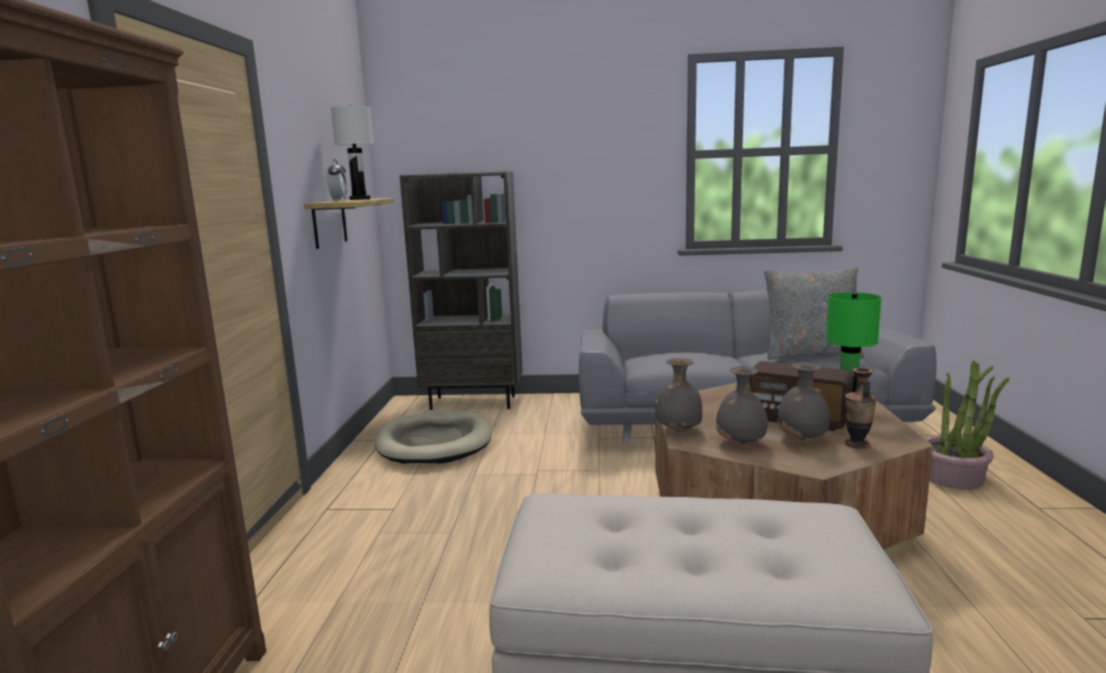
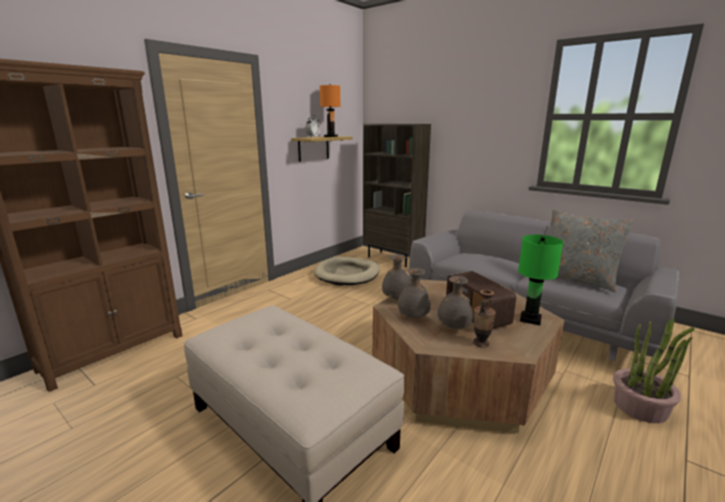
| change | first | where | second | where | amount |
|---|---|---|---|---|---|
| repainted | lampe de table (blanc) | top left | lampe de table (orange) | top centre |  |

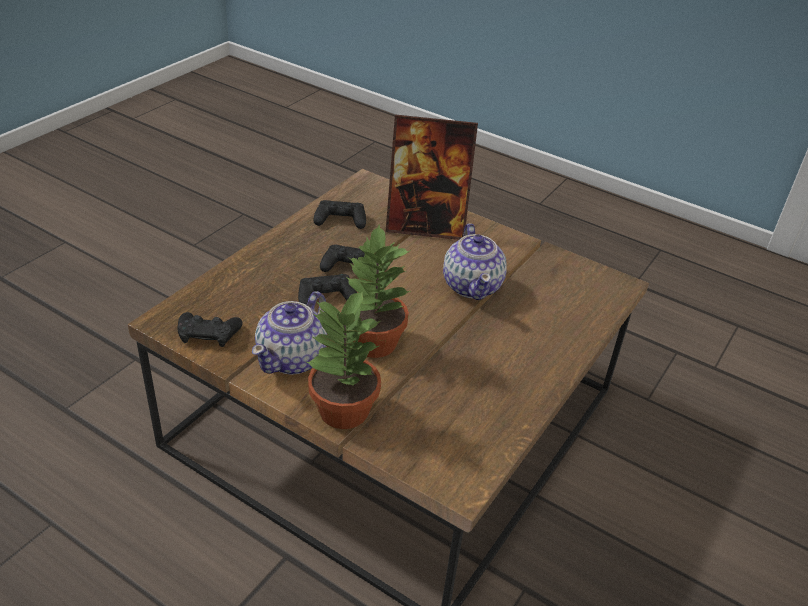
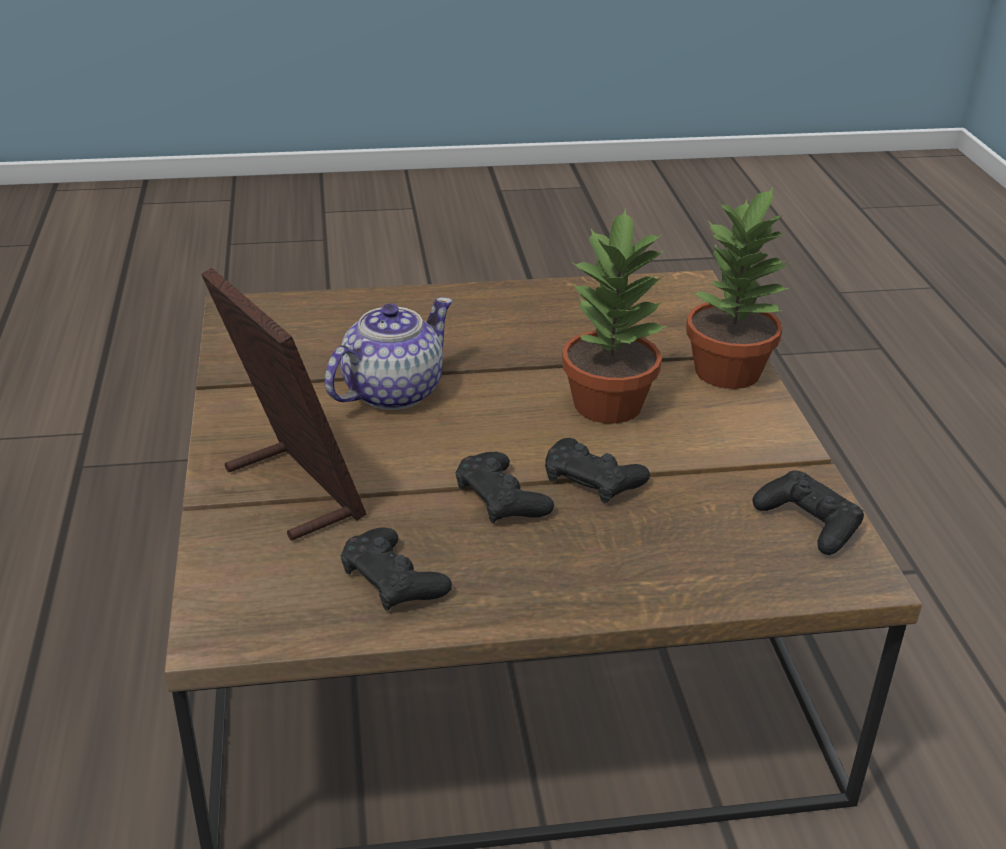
| change | first | where | second | where | amount |
|---|---|---|---|---|---|
| gone | théière (no. 1 from left) | centre |  |  |  |

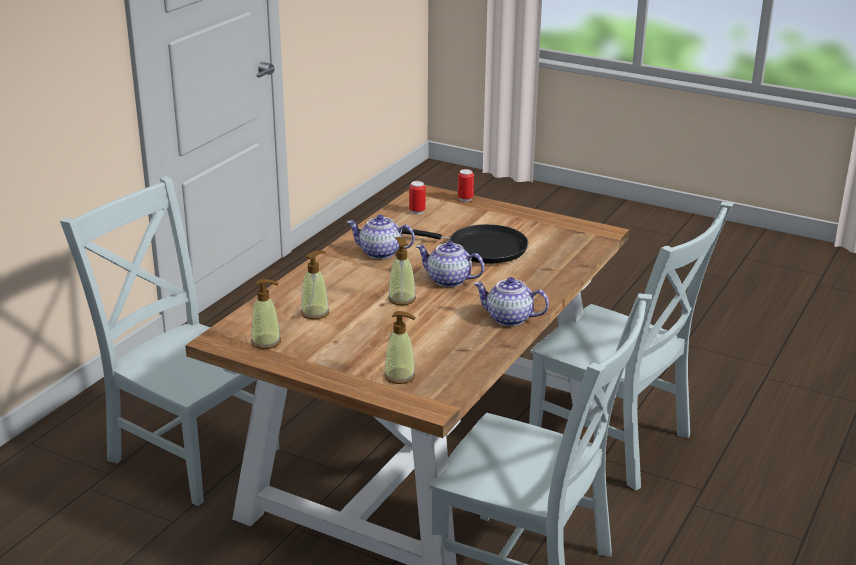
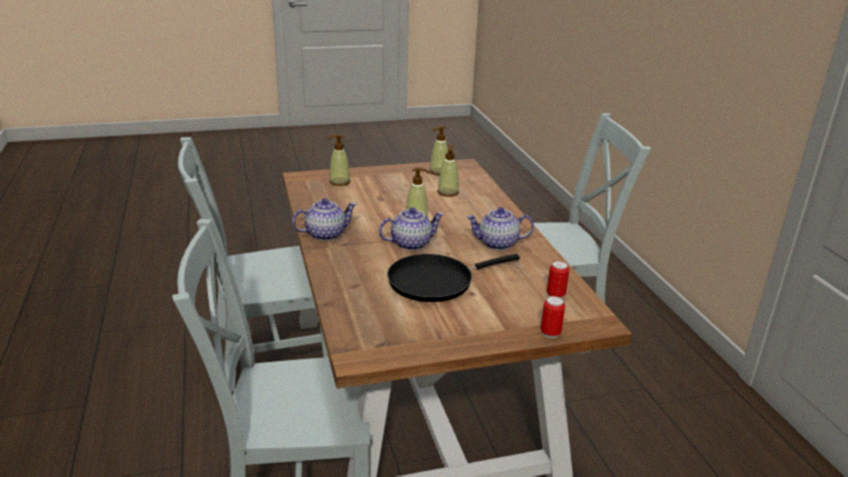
| change | first | where | second | where | amount |
|---|---|---|---|---|---|
| rotated | théière (no. 1 from left in the first image) | centre | théière (no. 3 from left) | centre | 150 degrees counterclockwise |

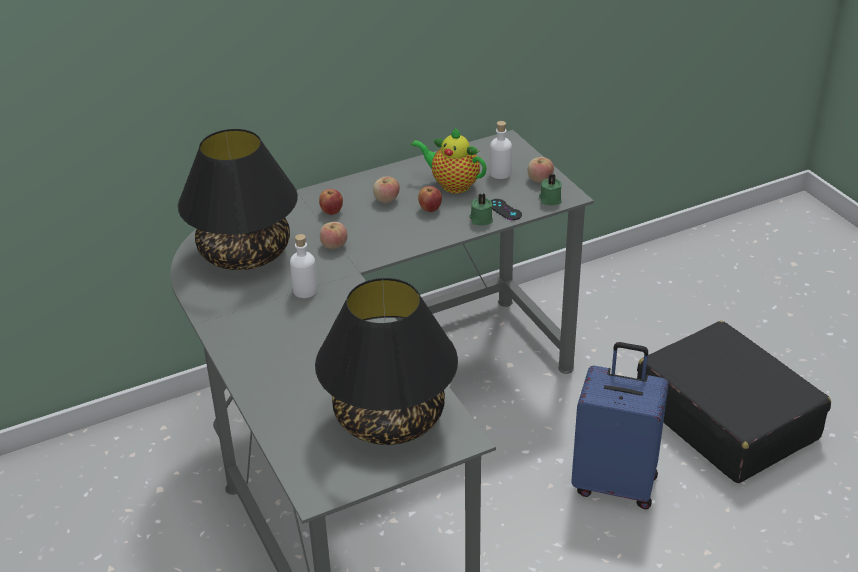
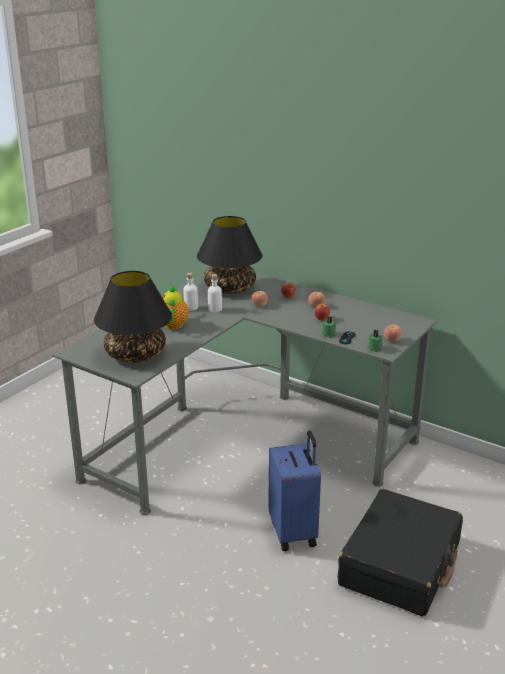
| change | first | where | second | where | amount |
|---|---|---|---|---|---|
| shifted | bouteille (blanc) (no. 2 from left in the first image) | top centre | bouteille (blanc) (no. 1 from left) | centre |  |
| shifted | théière | top centre |  | centre |  |

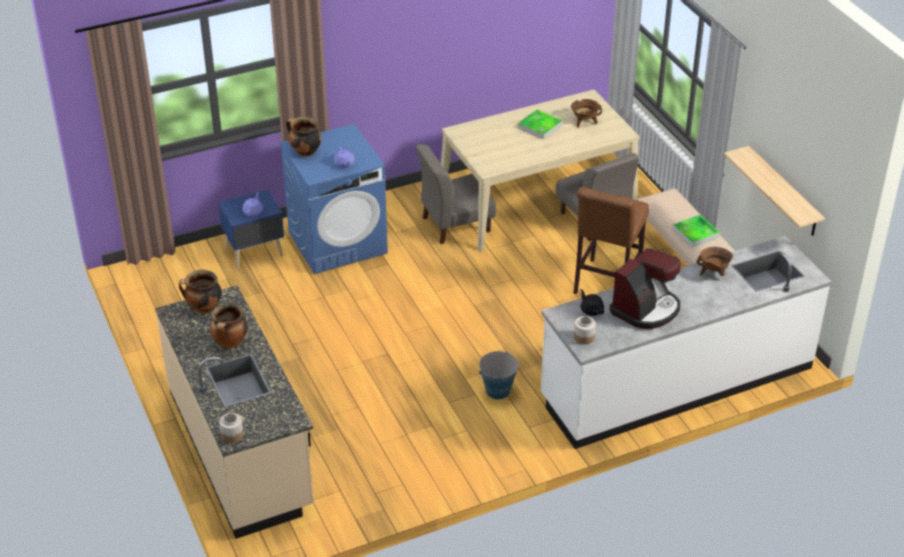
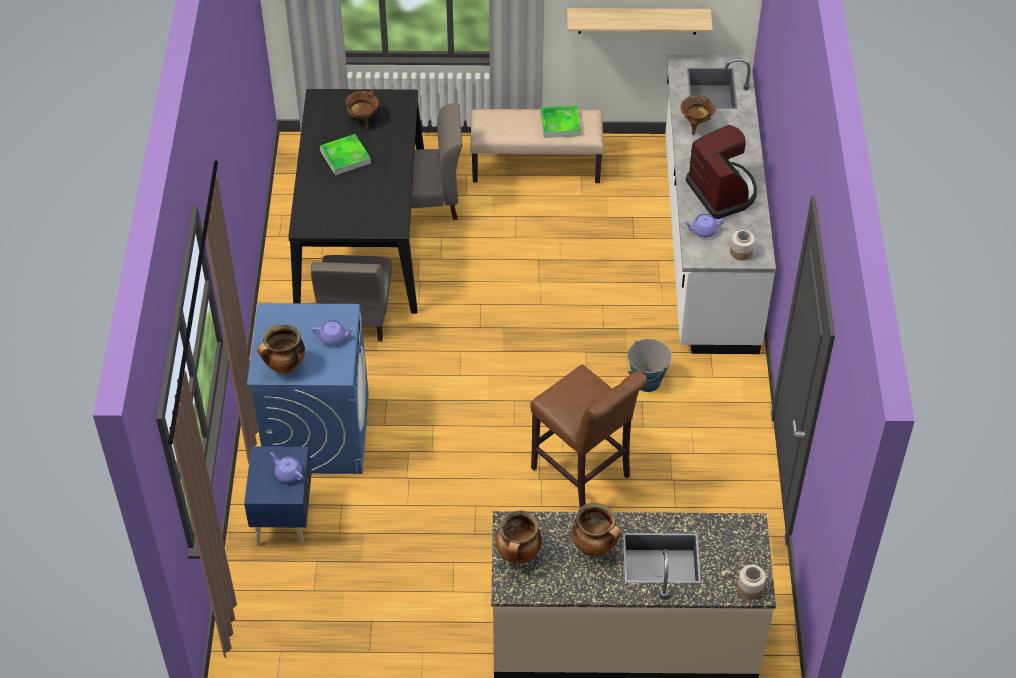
| change | first | where | second | where | amount |
|---|---|---|---|---|---|
| repainted | table à manger (beige) | top centre | table à manger (noir) | top centre |  |
| shifted | tabouret (marron) | middle right |  | centre |  |
| repainted | théière (noir) | centre | théière (violet) (no. 3 from left) | middle right |  |

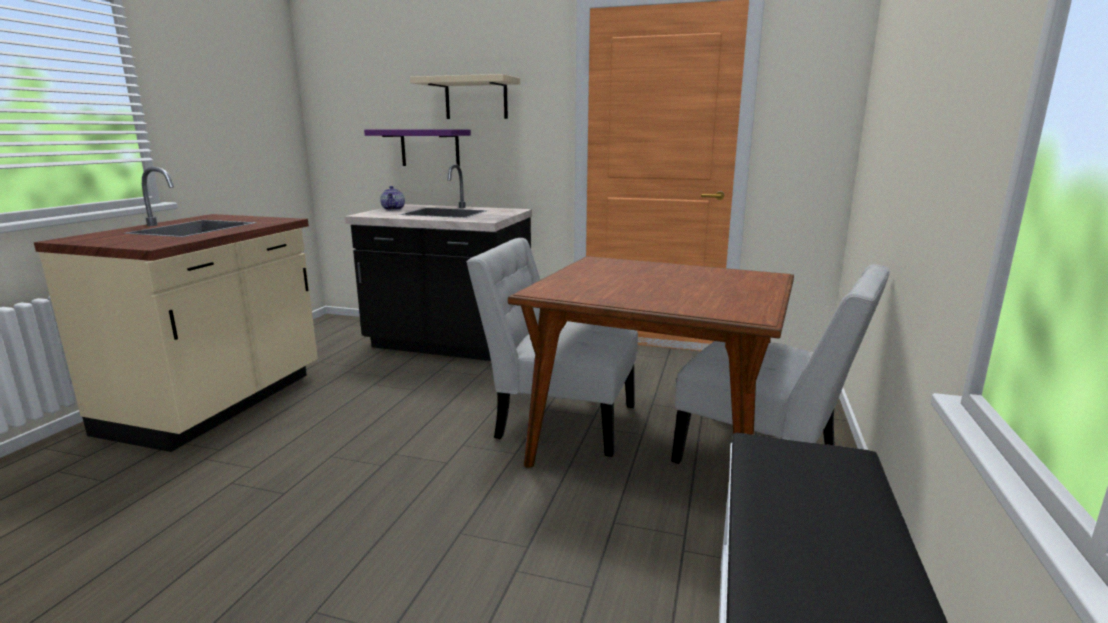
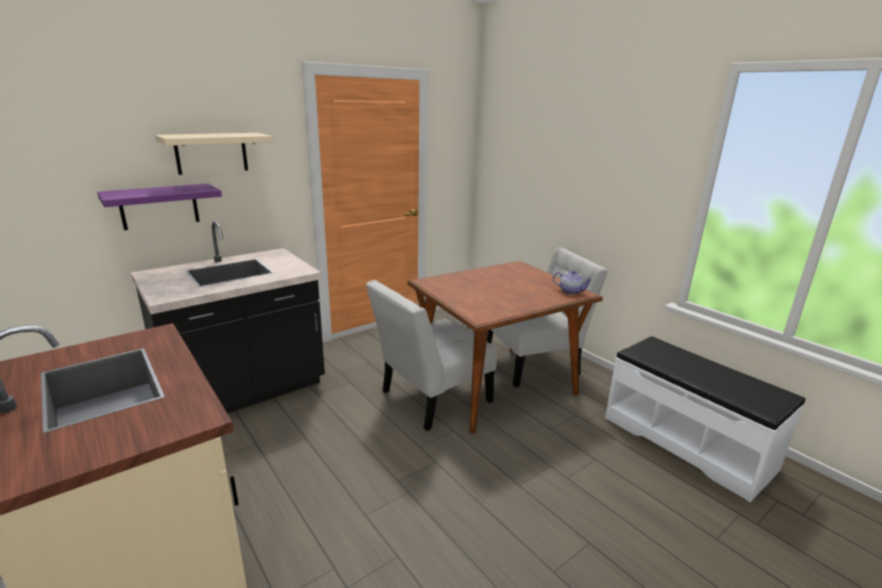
| change | first | where | second | where | amount |
|---|---|---|---|---|---|
| shifted | théière | top centre |  | centre |  |

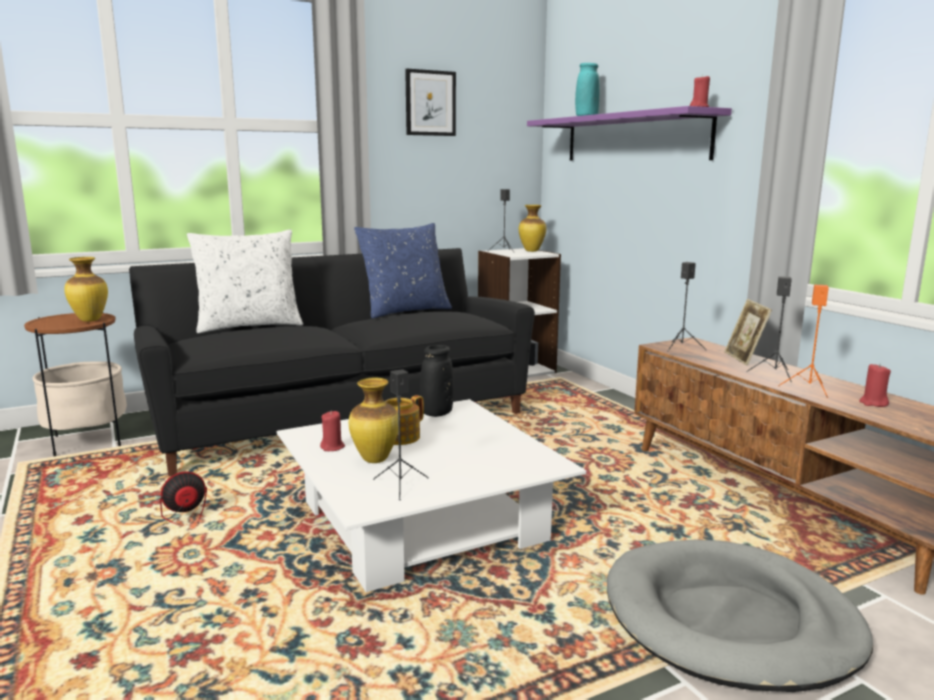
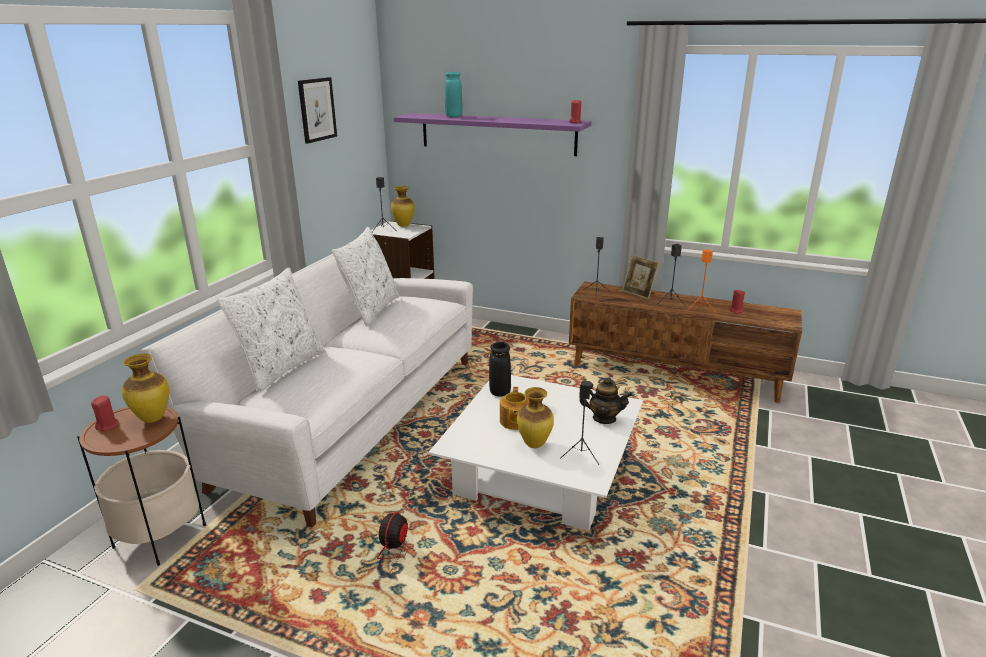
| change | first | where | second | where | amount |
|---|---|---|---|---|---|
| repainted | coussin (bleu) | centre | coussin (blanc) (no. 2 from left) | centre |  |
| repainted | canapé (noir) | centre | canapé (blanc) | middle left |  |
| shifted | bougie (rouge) (no. 1 from left) | centre |  | middle left |  |
| gone | panier pour chien (gris) | bottom right |  |  |  |
| new |  |  | théière (no. 2 from left) | centre |  |

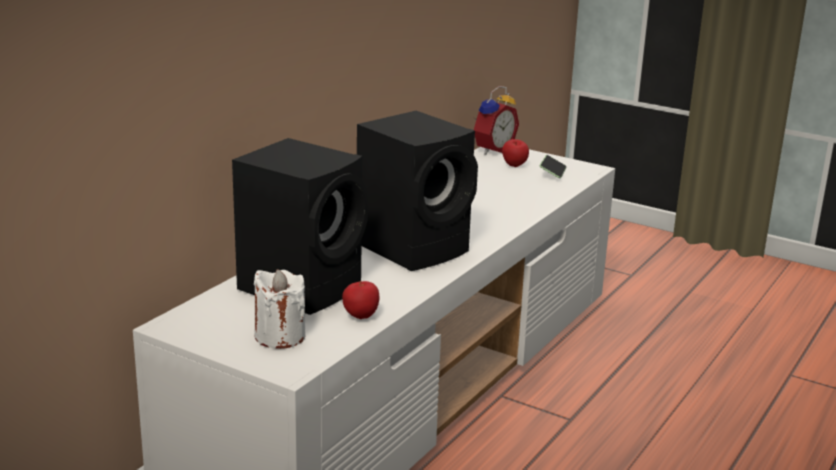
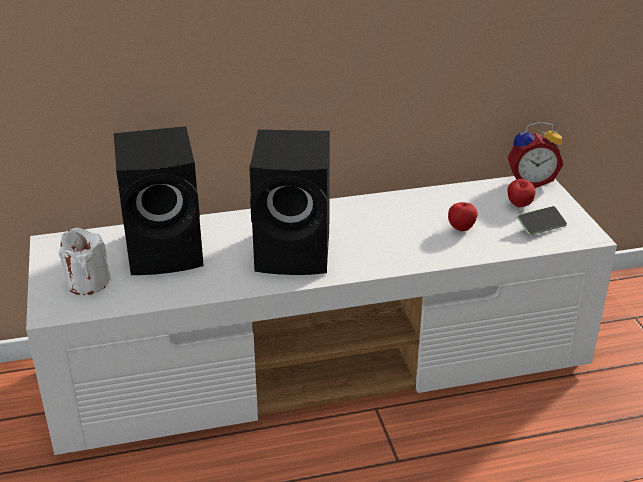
| change | first | where | second | where | amount |
|---|---|---|---|---|---|
| shifted | pomme (no. 1 from left) | centre |  | middle right |  |

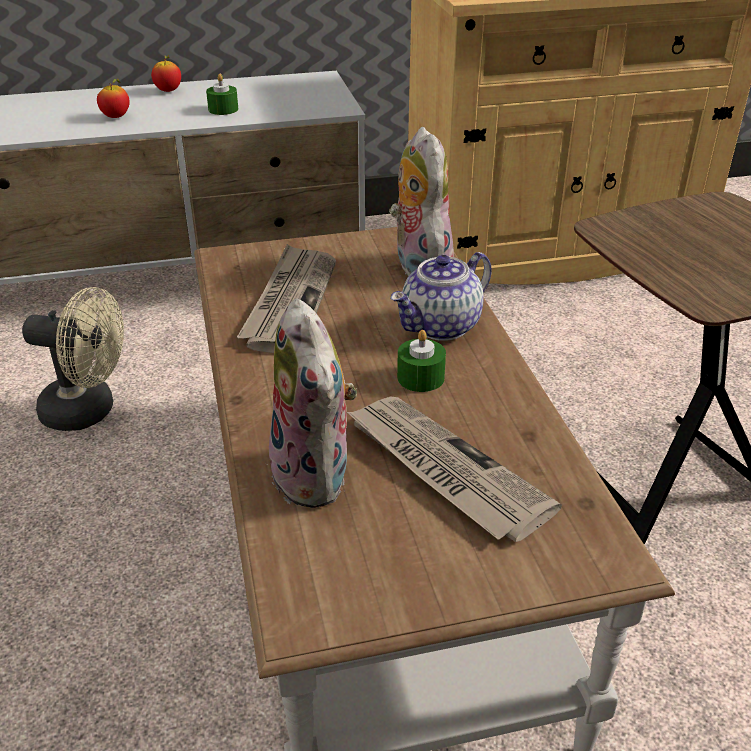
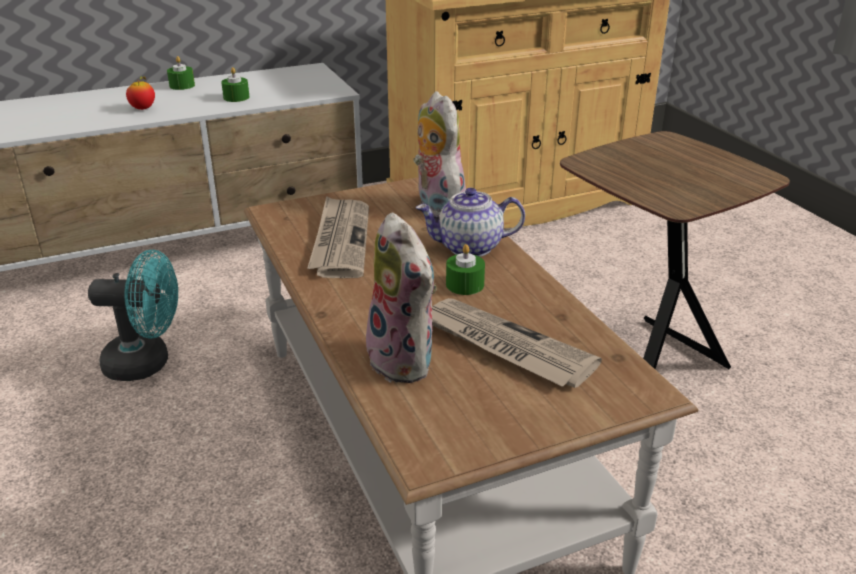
| change | first | where | second | where | amount |
|---|---|---|---|---|---|
| swapped | pomme (no. 2 from left) | top left | bougie (vert) (no. 1 from left) | top left |  |
| rotated | théière | centre |  | centre | 45 degrees clockwise |
| repainted | ventilateur (beige) | middle left | ventilateur (turquoise) | middle left |  |

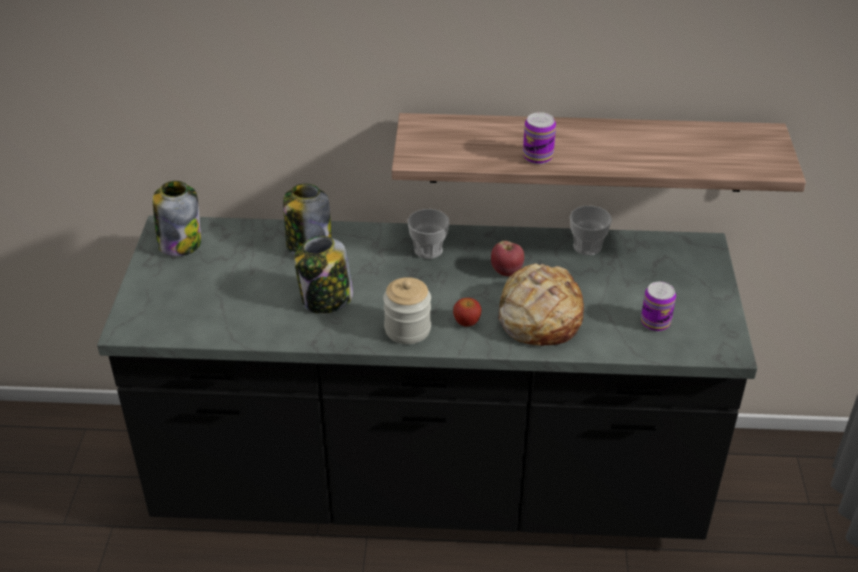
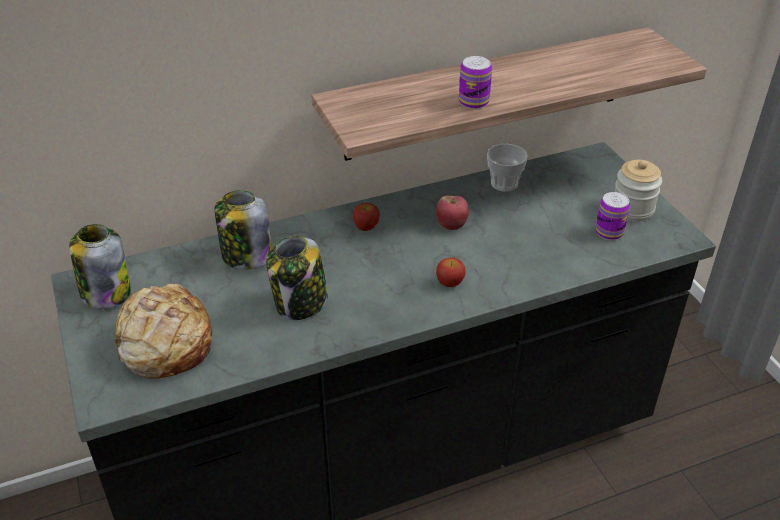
| change | first | where | second | where | amount |
|---|---|---|---|---|---|
| swapped | tasse (no. 1 from left) | centre | pomme (no. 1 from left) | centre |  |
| shifted | pain | centre |  | middle left |  |
| shifted | bocal (no. 4 from left) | centre |  | middle right |  |

